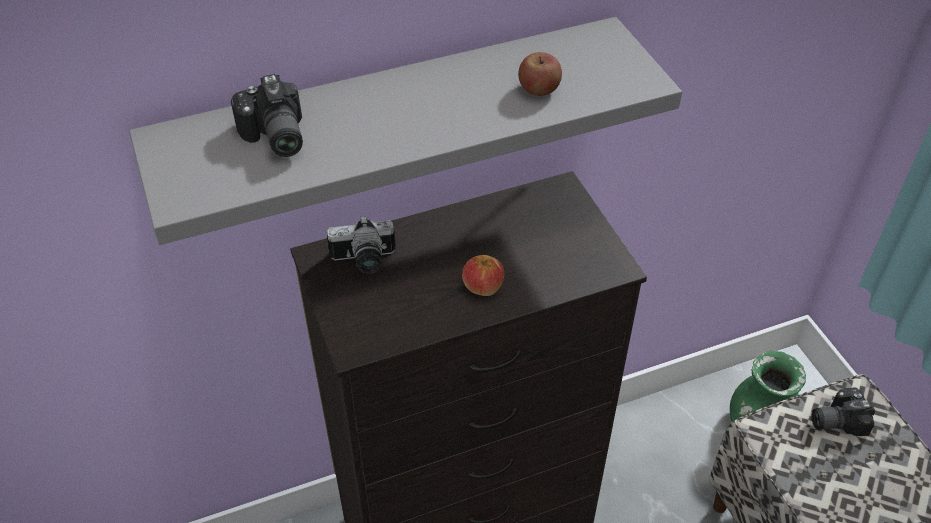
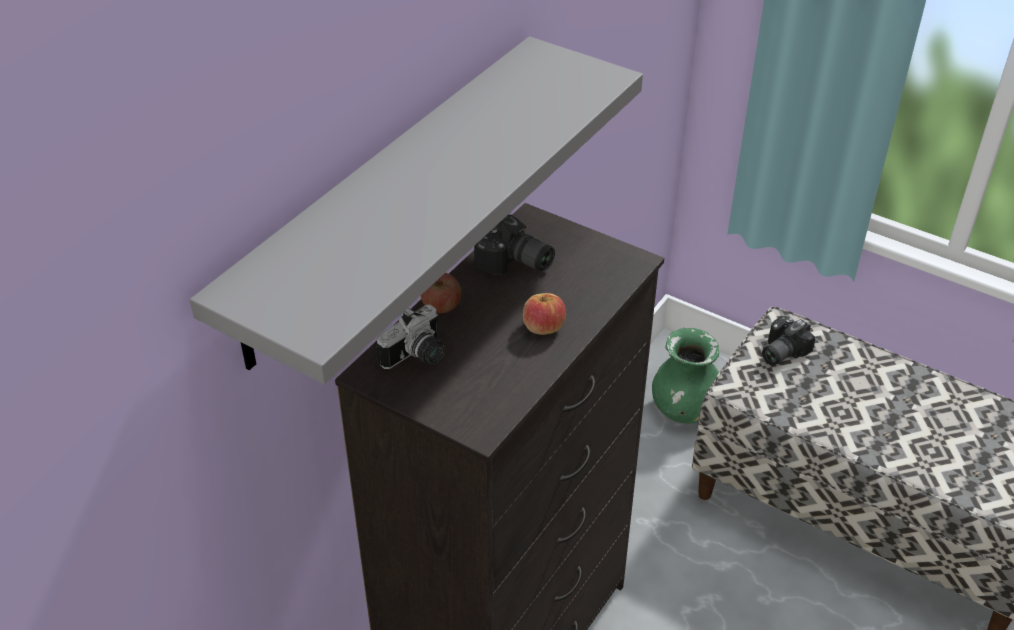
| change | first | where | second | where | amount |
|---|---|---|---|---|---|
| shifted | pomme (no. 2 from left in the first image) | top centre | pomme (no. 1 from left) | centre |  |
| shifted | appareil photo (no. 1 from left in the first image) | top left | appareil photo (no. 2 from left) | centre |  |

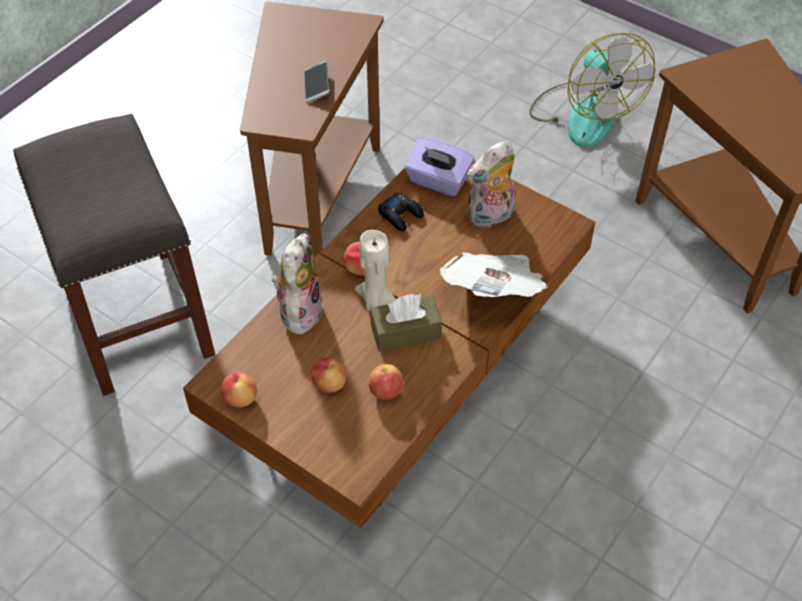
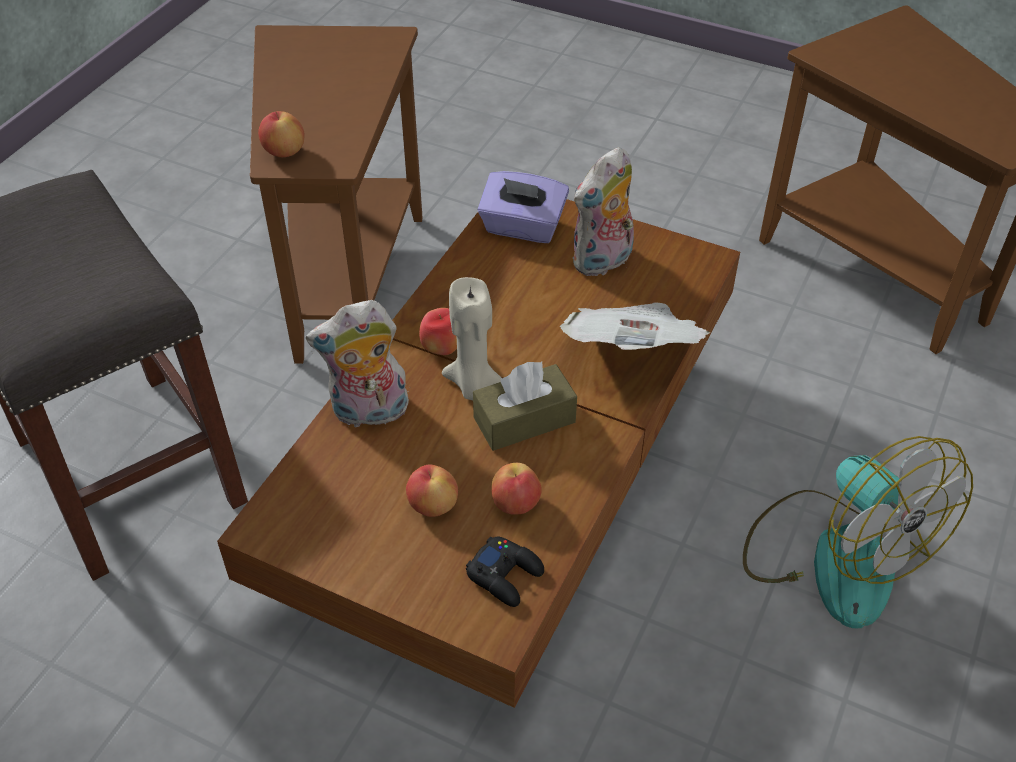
| change | first | where | second | where | amount |
|---|---|---|---|---|---|
| shifted | ventilateur | top right |  | bottom right |  |
| gone | téléphone | top centre |  |  |  |
| shifted | manette (noir) | centre |  | bottom centre |  |
| rotated | peluche (no. 1 from left) | centre |  | centre | 105 degrees counterclockwise |
| shifted | pomme (no. 1 from left) | middle left |  | top left |  |

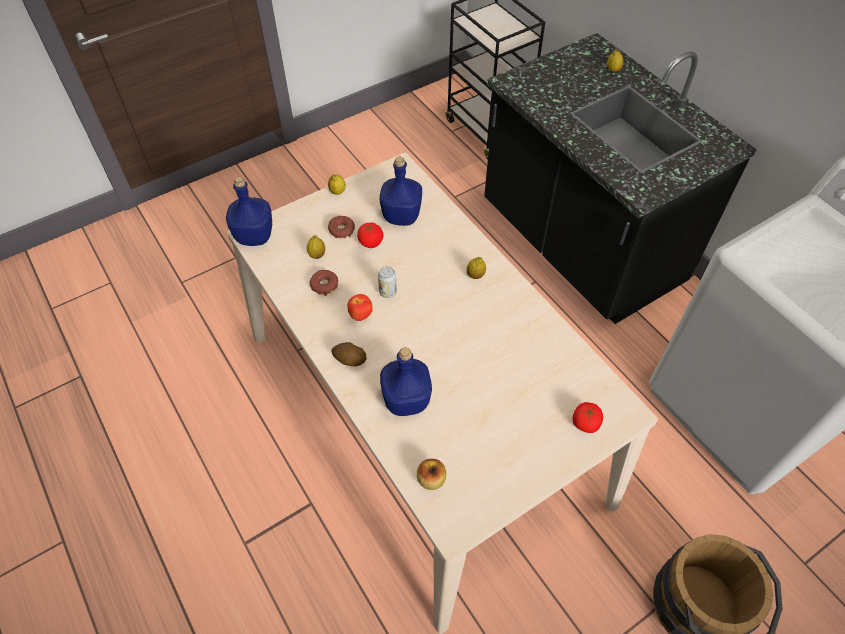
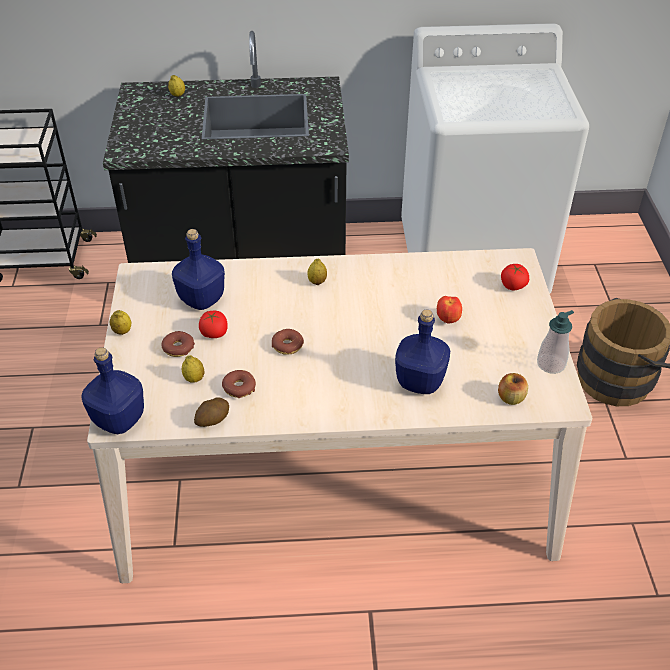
| change | first | where | second | where | amount |
|---|---|---|---|---|---|
| swapped | boîte métallique | centre | beignet (no. 3 from left) | centre |  |
| shifted | pomme (no. 1 from left) | centre |  | middle right |  |
| shifted | pomme de terre | centre |  | middle left |  |
| new |  |  | distributeur de savon | middle right |  |

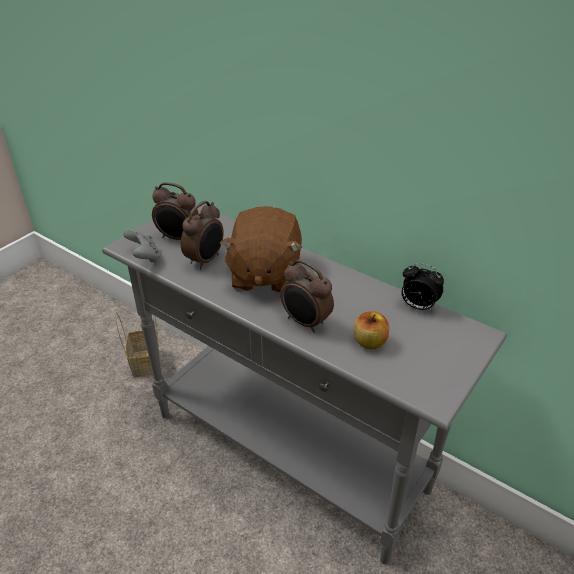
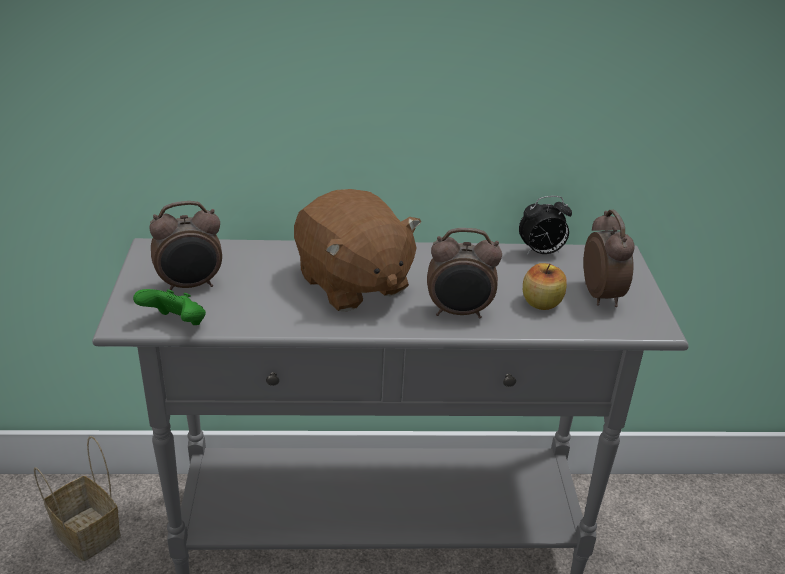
| change | first | where | second | where | amount |
|---|---|---|---|---|---|
| shifted | réveil (no. 2 from left in the first image) | centre | réveil (no. 4 from left) | middle right |  |
| repainted | manette (gris) | middle left | manette (vert) | middle left |  |

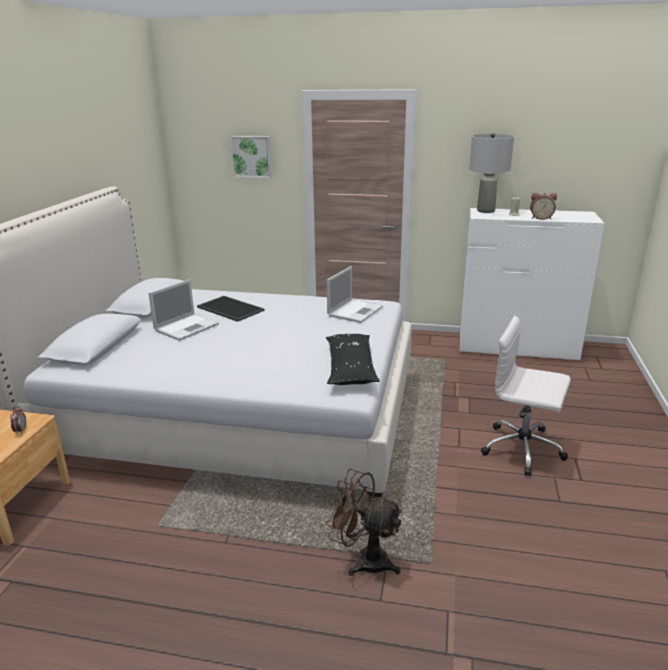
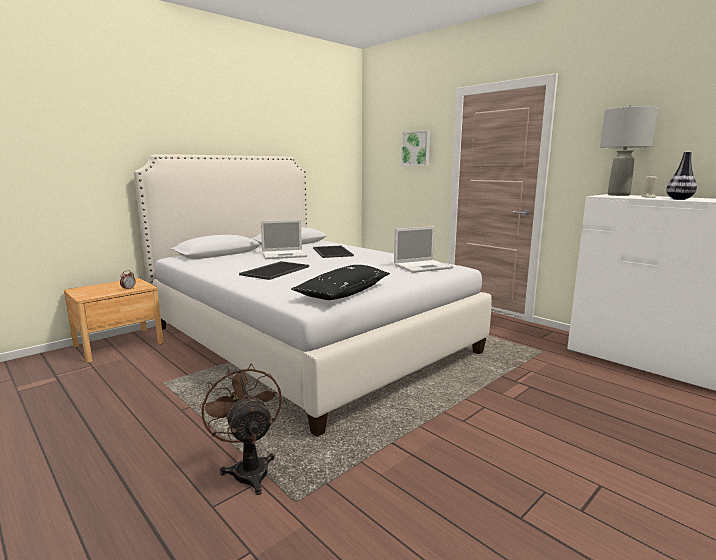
| change | first | where | second | where | amount |
|---|---|---|---|---|---|
| swapped | réveil (no. 2 from left) | top right | vase | top right |  |
| gone | chaise de bureau (blanc) | middle right |  |  |  |
| new |  |  | plateau (no. 1 from left) | centre |  |

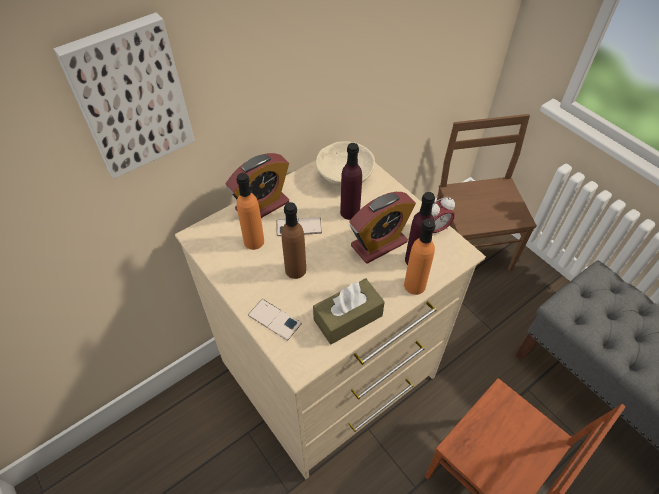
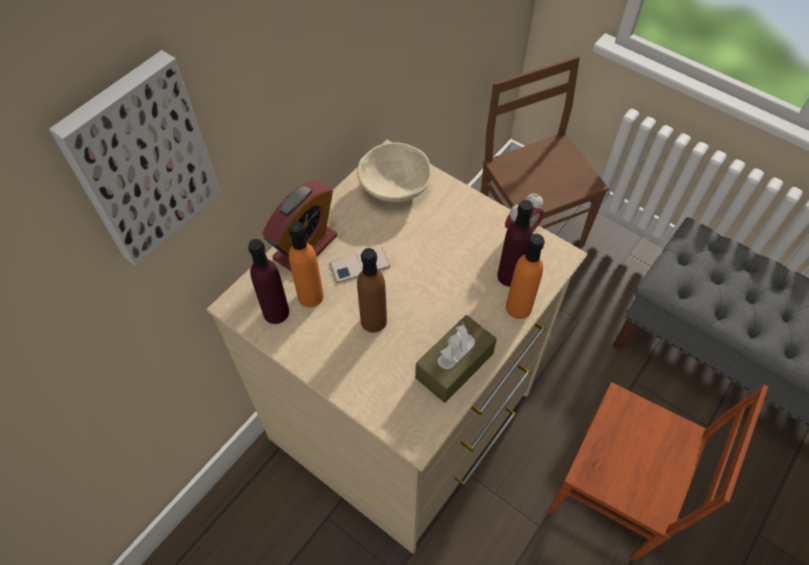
| change | first | where | second | where | amount |
|---|---|---|---|---|---|
| shifted | bouteille (violet) (no. 1 from left) | centre |  | middle left |  |
| gone | réveil (no. 2 from left) | centre |  |  |  |
| gone | téléphone (no. 1 from left) | centre |  |  |  |

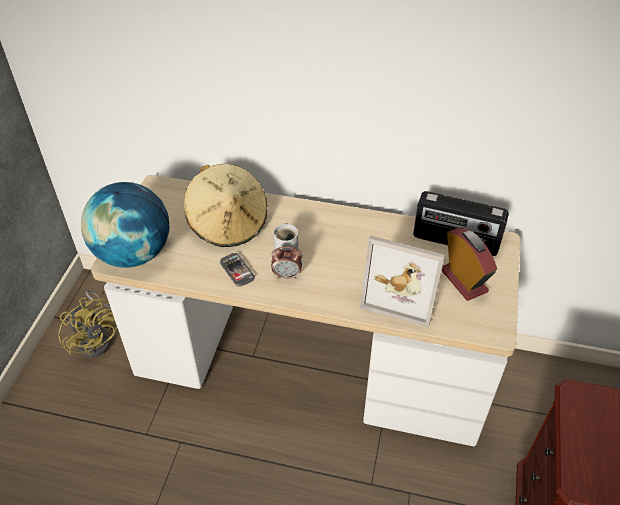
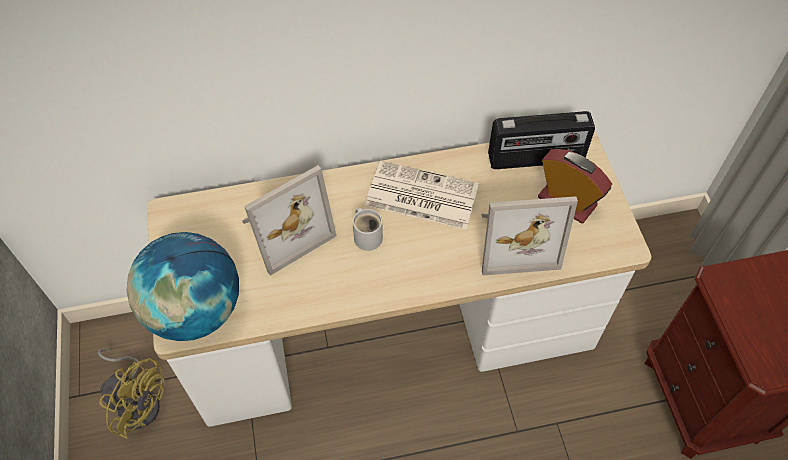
| change | first | where | second | where | amount |
|---|---|---|---|---|---|
| swapped | chapeau (beige) | centre | cadre photo (no. 1 from left) | centre |  |
| gone | réveil (no. 1 from left) | centre |  |  |  |
| gone | téléphone | centre |  |  |  |
| new |  |  | journal | centre |  |

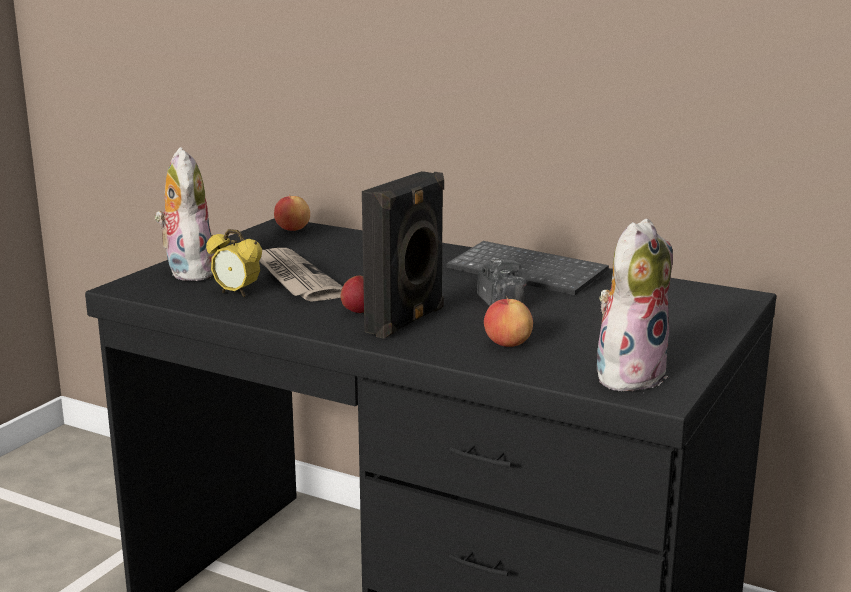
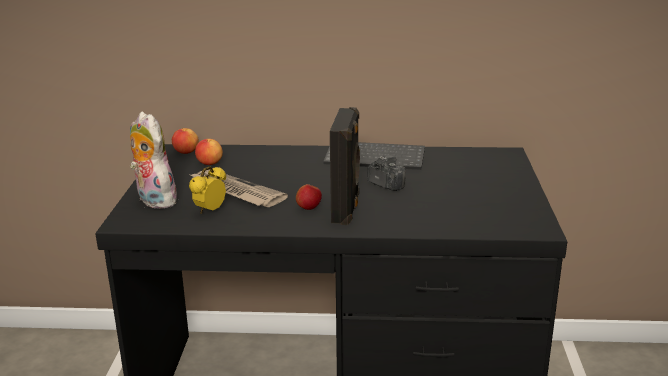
| change | first | where | second | where | amount |
|---|---|---|---|---|---|
| gone | peluche (no. 2 from left) | middle right |  |  |  |
| rotated | réveil | middle left |  | middle left | 120 degrees clockwise |
| shifted | pomme (no. 3 from left in the first image) | centre | pomme (no. 2 from left) | middle left |  |

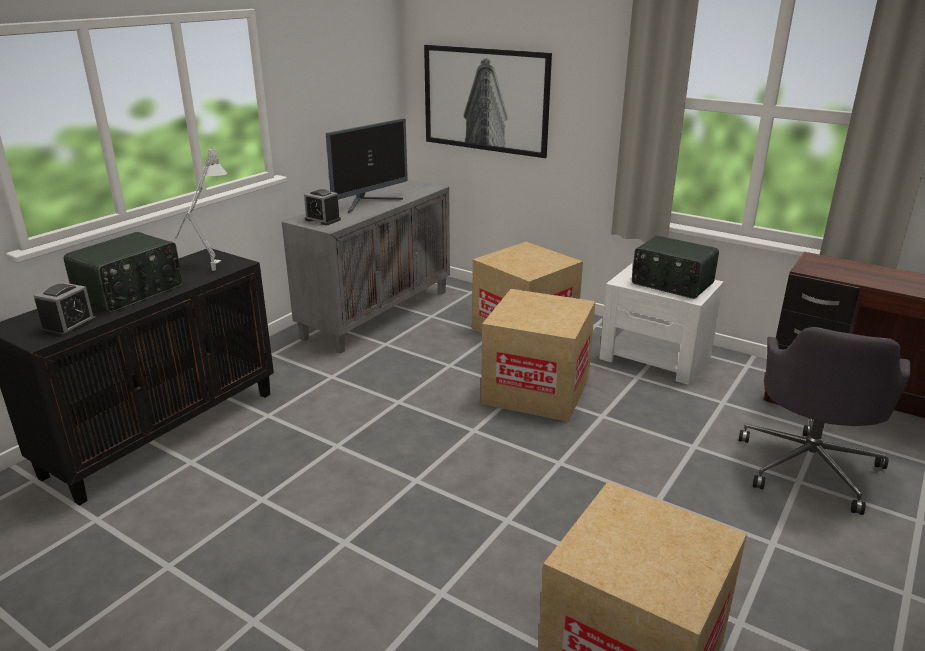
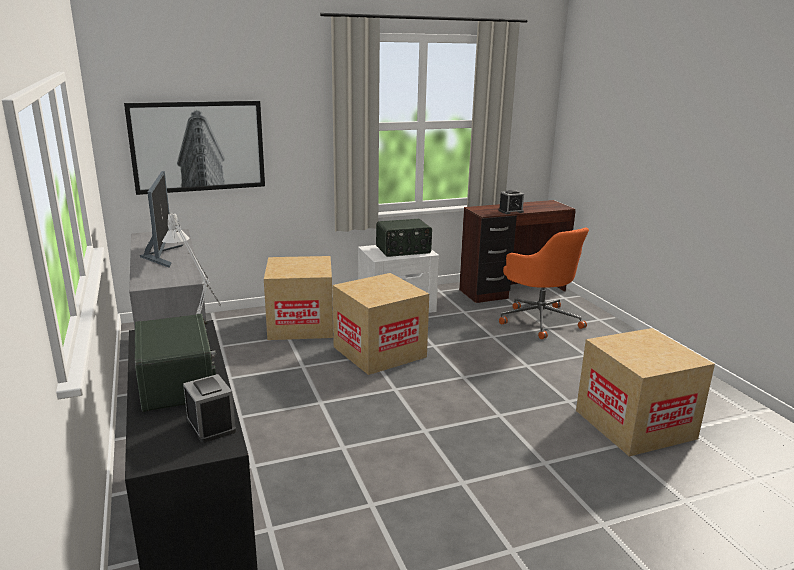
| change | first | where | second | where | amount |
|---|---|---|---|---|---|
| shifted | réveil (no. 2 from left) | top centre |  | centre |  |
| repainted | chaise de bureau (gris) | middle right | chaise de bureau (orange) | middle right |  |

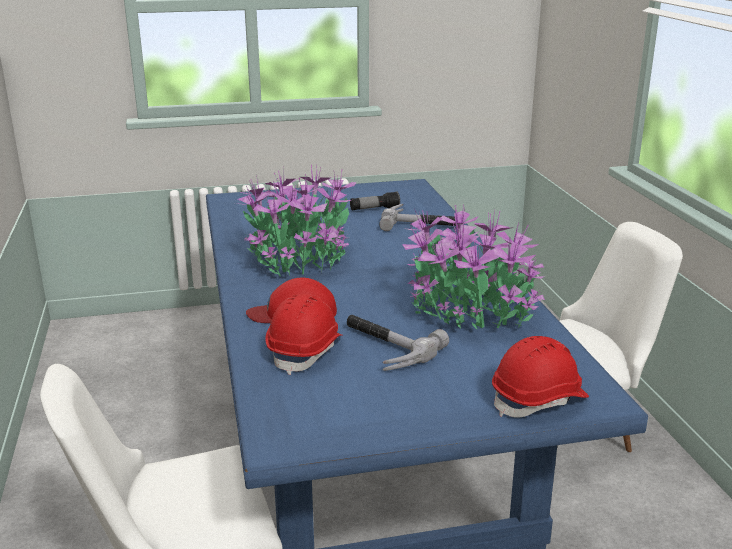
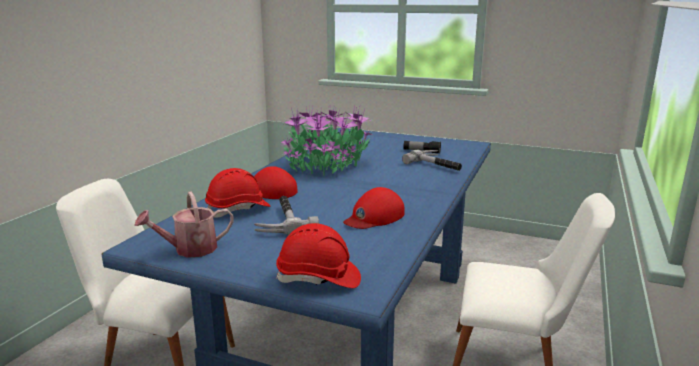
| change | first | where | second | where | amount |
|---|---|---|---|---|---|
| swapped | plante en pot (no. 2 from left) | centre | casquette (rouge) (no. 2 from left) | centre |  |
| new |  |  | arrosoir | middle left |  |

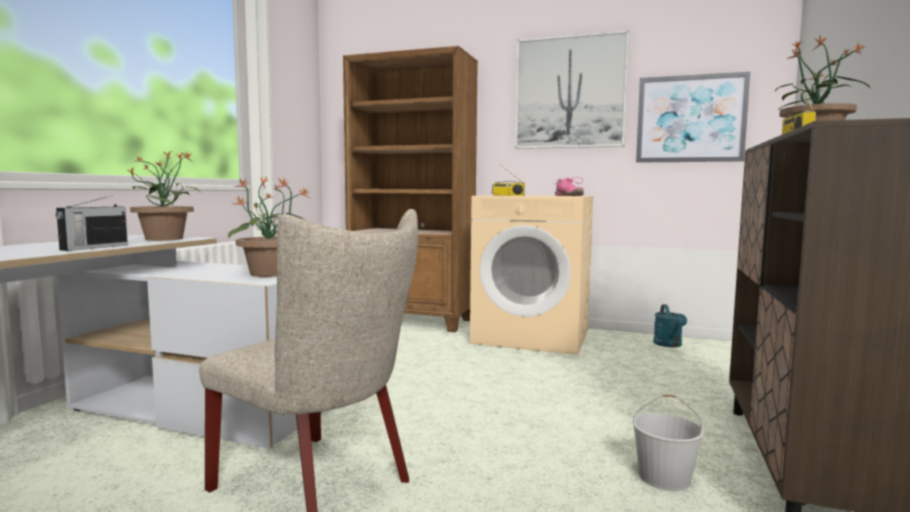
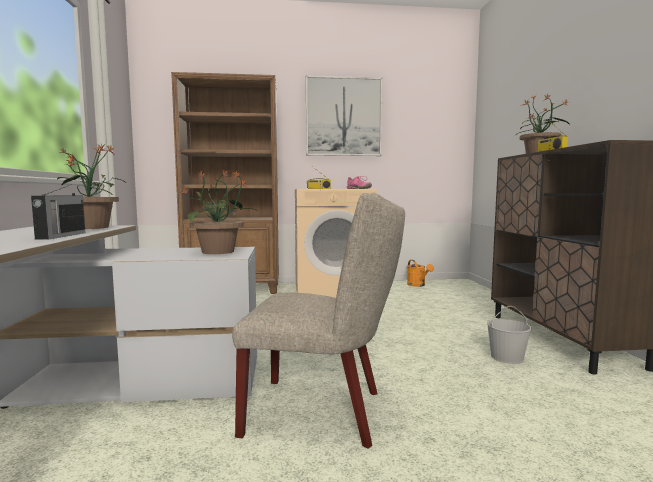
| change | first | where | second | where | amount |
|---|---|---|---|---|---|
| gone | tableau (no. 2 from left) | top right |  |  |  |
| repainted | arrosoir (turquoise) | middle right | arrosoir (orange) | centre |  |

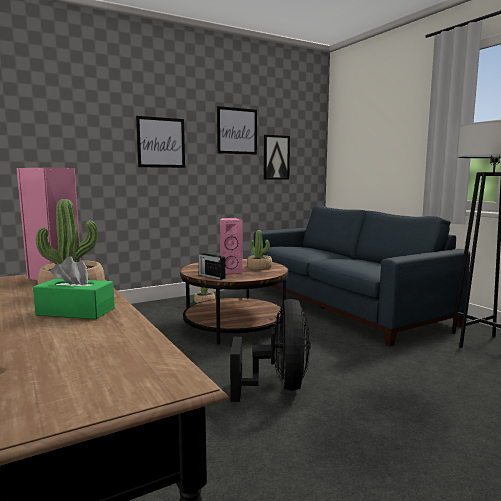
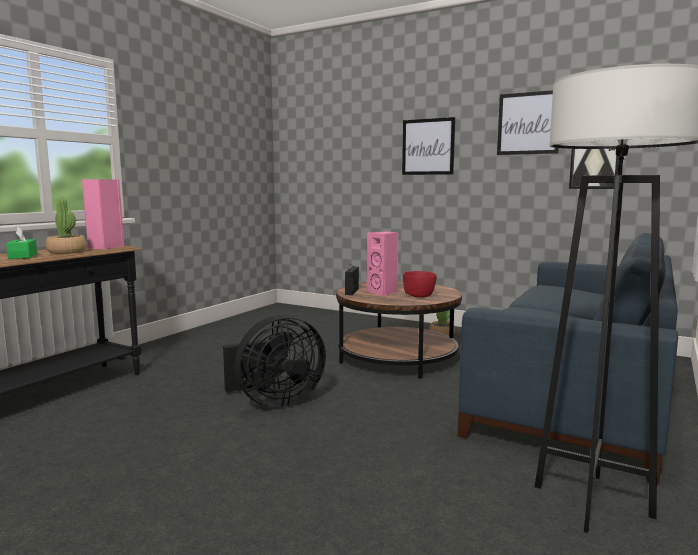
| change | first | where | second | where | amount |
|---|---|---|---|---|---|
| swapped | plante en pot (no. 3 from left) | centre | bol (rouge) | centre |  |

